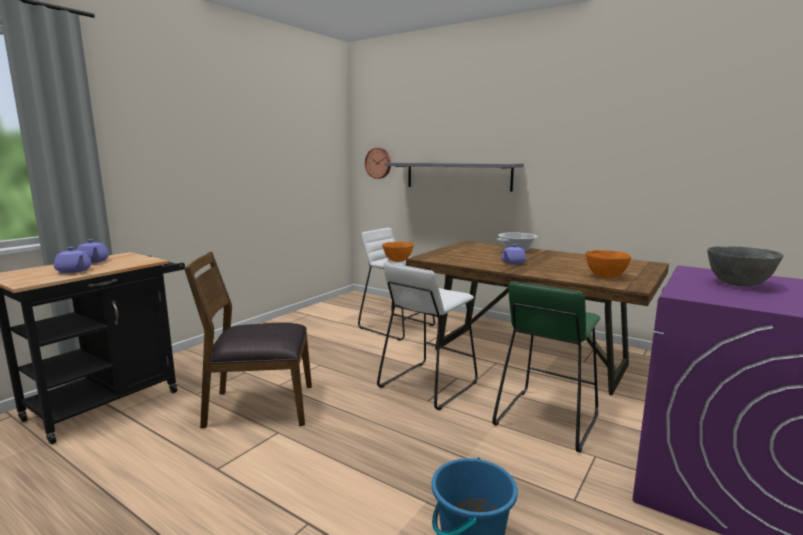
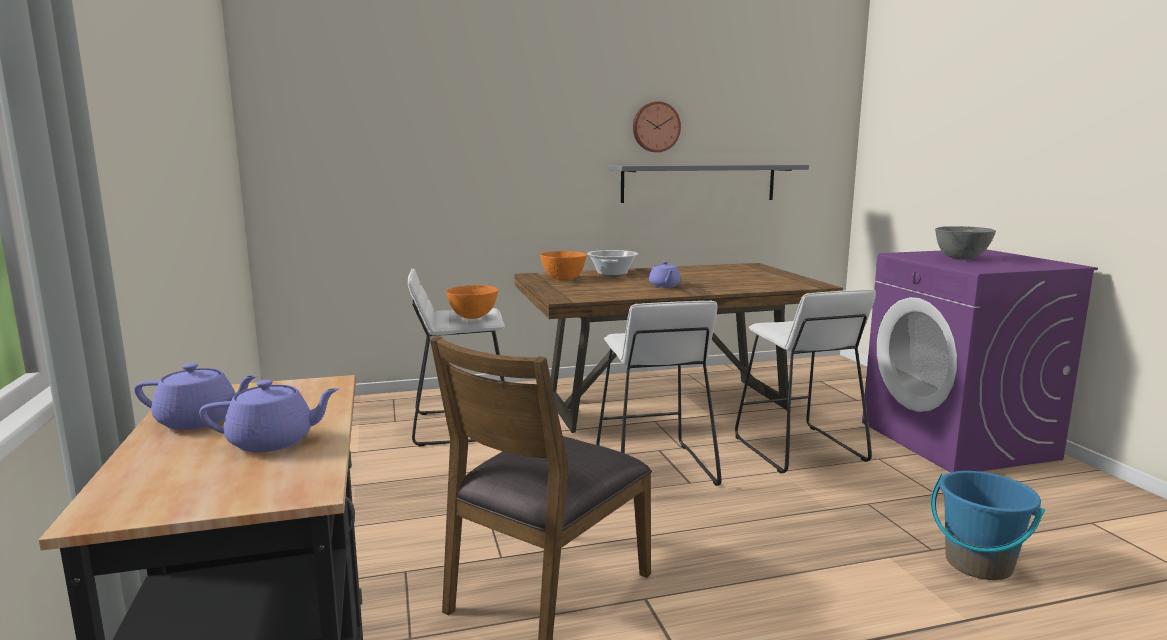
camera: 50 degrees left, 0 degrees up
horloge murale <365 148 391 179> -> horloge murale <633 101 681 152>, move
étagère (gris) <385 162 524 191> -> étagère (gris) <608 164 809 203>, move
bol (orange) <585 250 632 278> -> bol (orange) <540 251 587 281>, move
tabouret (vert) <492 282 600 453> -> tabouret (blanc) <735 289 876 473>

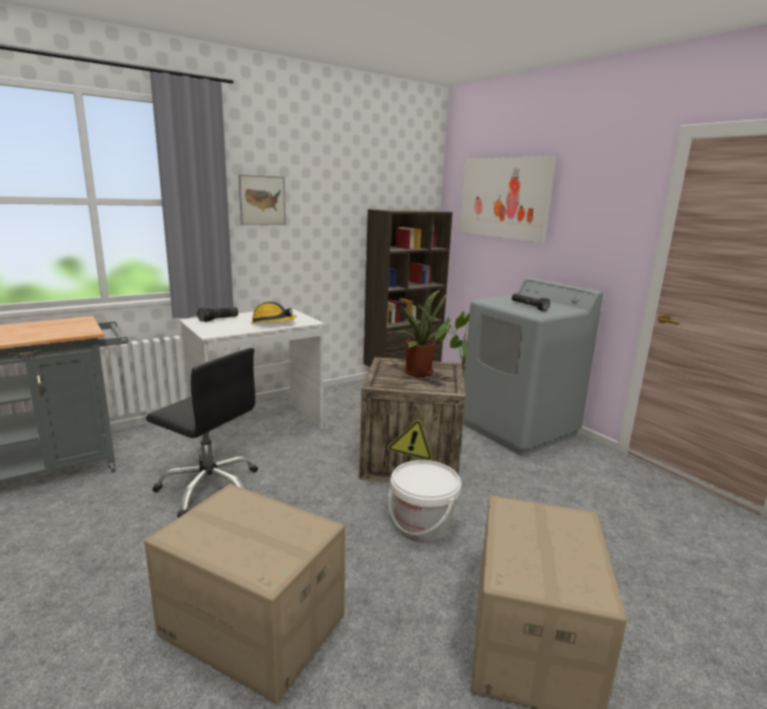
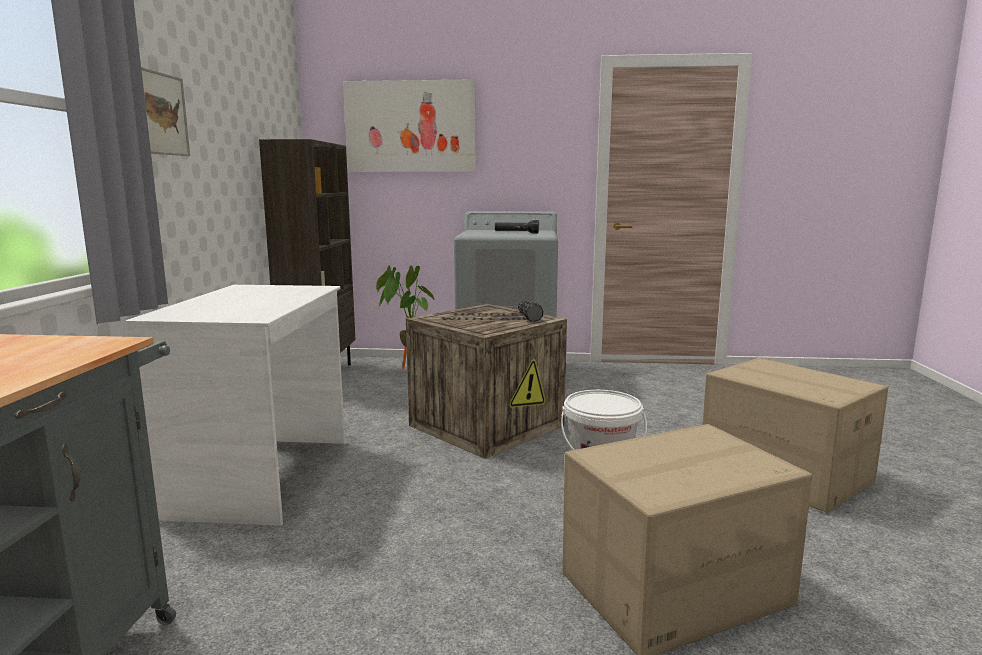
camera: 50 degrees left, 5 degrees down
plante en pot <396 290 449 377> -> none
casque de chantier <251 301 297 324> -> none
lampe de poche <197 307 238 322> -> lampe de poche <518 301 544 322>, move
chaise de bureau (noir) <146 348 258 518> -> none

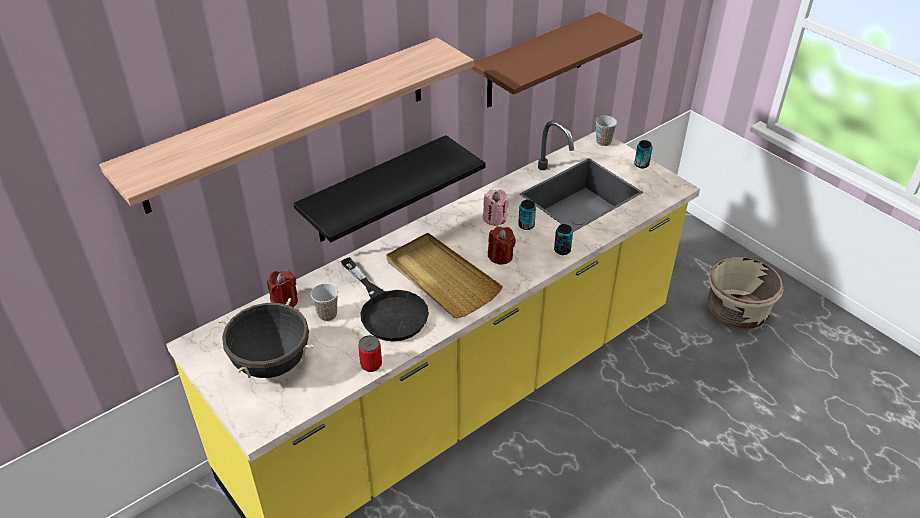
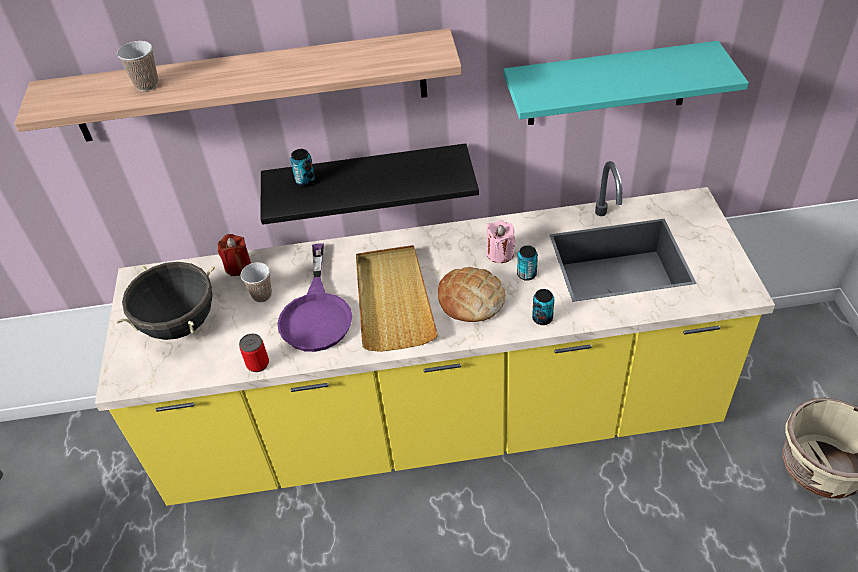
camera: 35 degrees right, 5 degrees up
étagère (marron) <471 12 643 107> -> étagère (turquoise) <504 41 749 125>
tasse <596 116 617 146> -> tasse <117 41 158 91>, move
boîte métallique <634 140 652 168> -> boîte métallique <290 149 315 187>, move
bougie (rouge) <488 226 516 264> -> pain <438 267 505 322>
poêle (noir) <341 257 429 341> -> poêle (violet) <277 243 352 352>

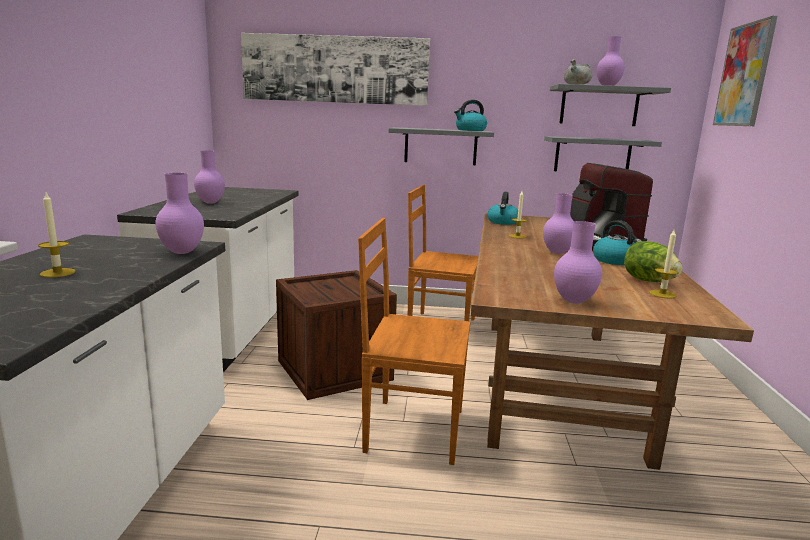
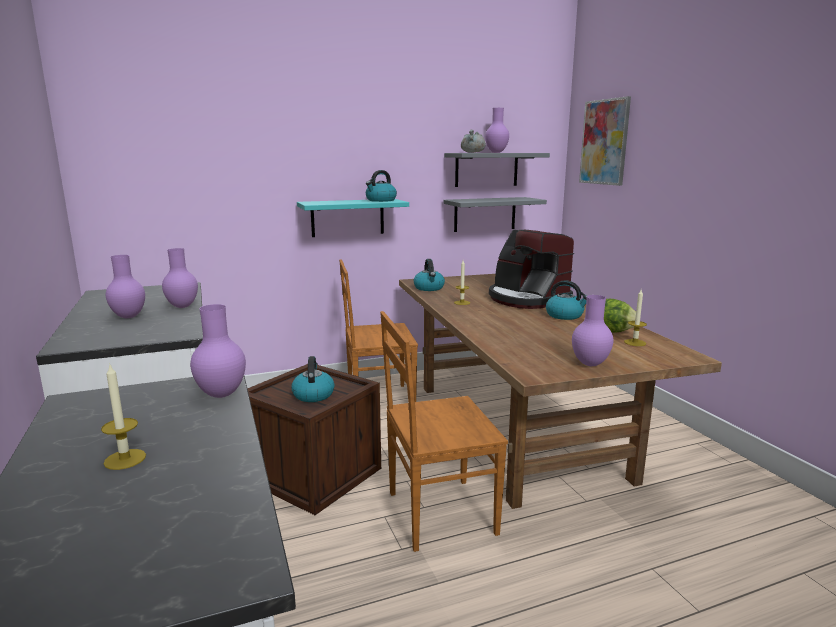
camera: 25 degrees left, 0 degrees up
tableau <241 33 430 106> -> none
étagère (gris) <389 127 494 165> -> étagère (turquoise) <297 199 409 237>
vase (violet) <543 193 574 254> -> vase (violet) <162 248 198 308>, move
none -> bouilloire <291 356 335 402>

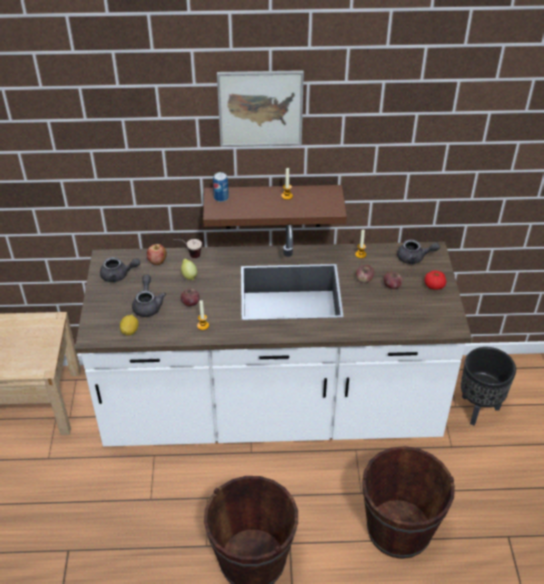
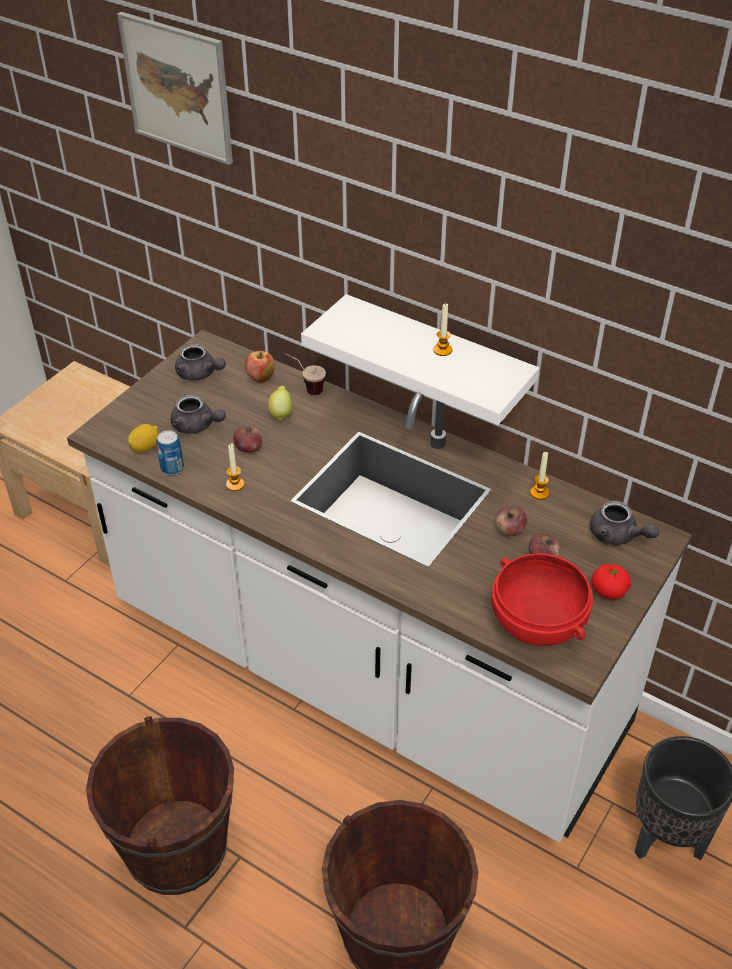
camera: 35 degrees right, 0 degrees up
tableau <217 70 304 147> -> tableau <117 12 233 165>, move
boîte métallique <213 172 229 202> -> boîte métallique <156 430 184 475>, move
étagère (marron) <203 185 347 229> -> étagère (blanc) <301 294 539 425>
théière (gris) <132 275 166 317> -> théière (gris) <171 394 226 433>, 90 degrees clockwise
none -> bol (rouge) <492 553 593 646>

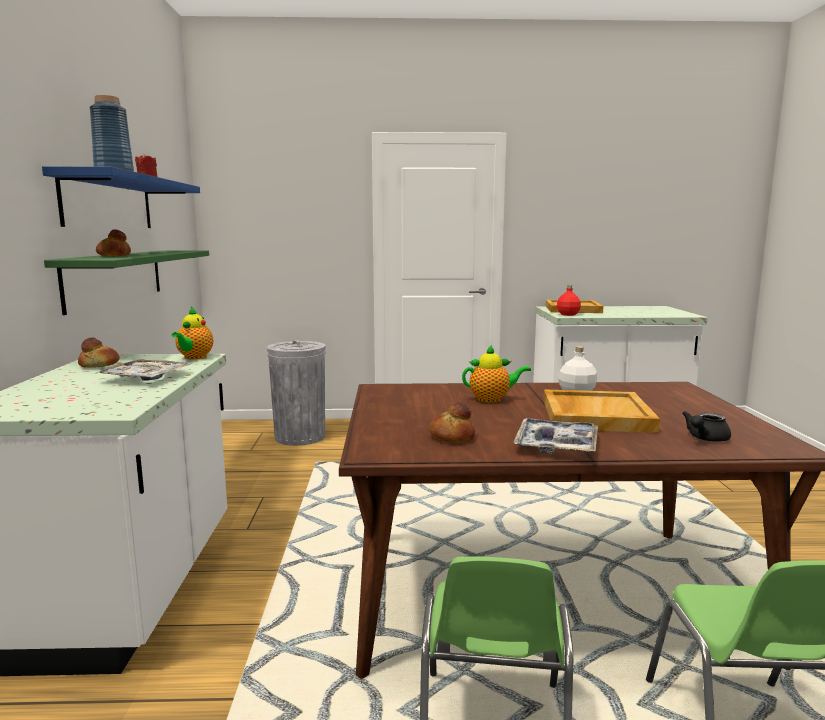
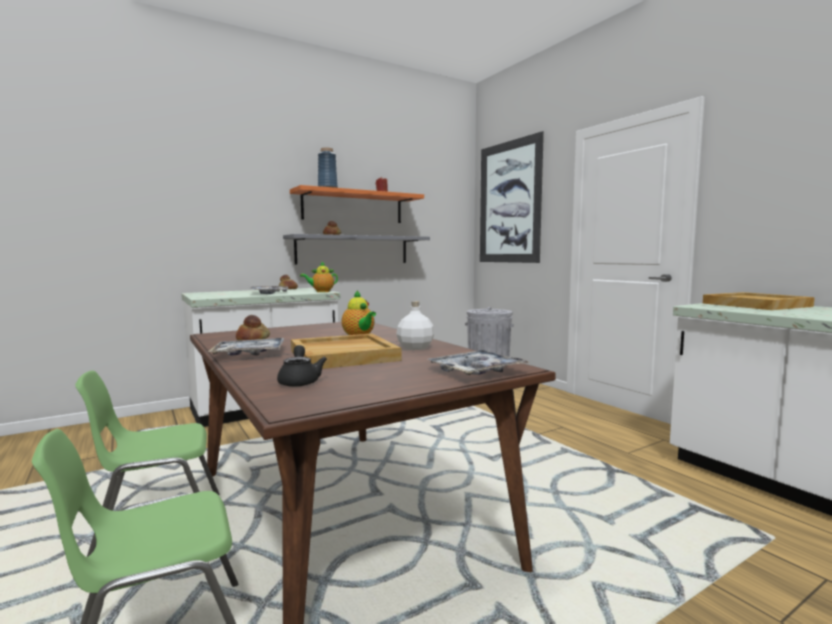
camera: 60 degrees right, 5 degrees down
étagère (bleu) <42 166 200 228> -> étagère (orange) <290 185 424 223>
étagère (vert) <44 251 209 315> -> étagère (gris) <283 234 430 264>
bouteille (rouge) <557 285 581 316> -> none
théière (noir) <682 411 731 442> -> théière (noir) <277 345 327 387>, 60 degrees clockwise
none -> tableau <480 131 544 263>
none -> plateau <428 350 529 375>

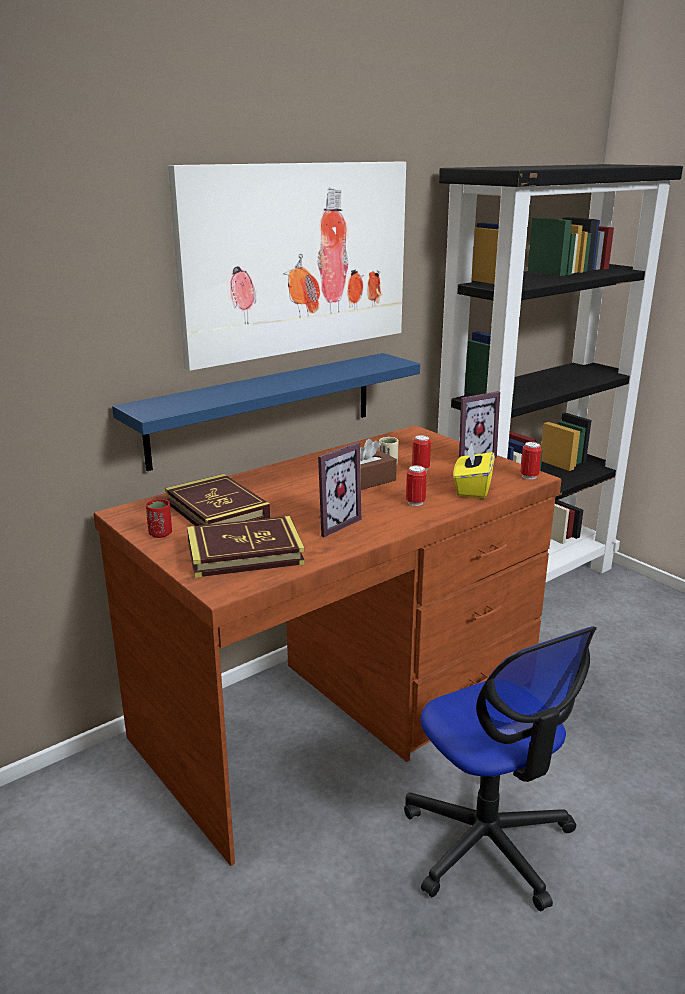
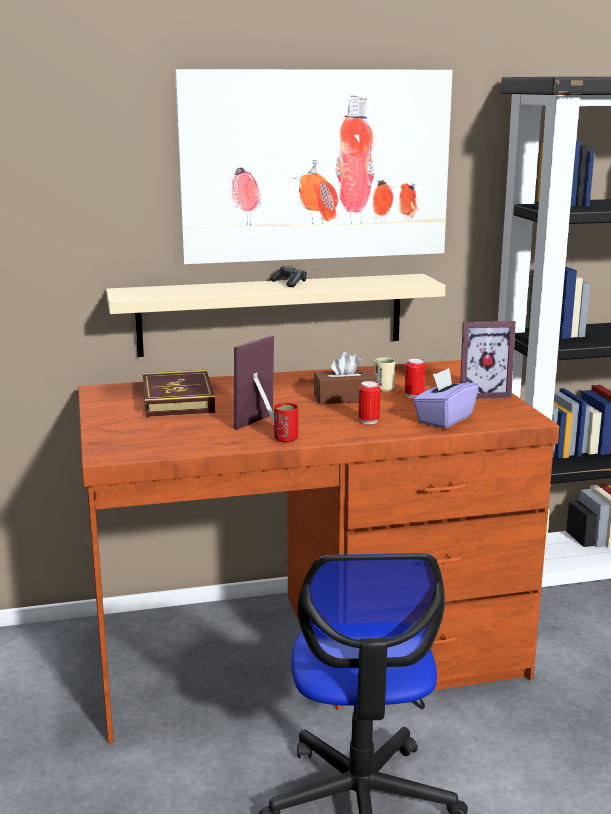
camera: 25 degrees right, 5 degrees down
étagère (bleu) <112 353 420 471> -> étagère (beige) <106 274 446 357>
cadre photo <318 442 361 537> -> cadre photo <234 336 274 430>, 150 degrees clockwise
boîte métallique <520 442 542 479> -> none
boîte à mouchoirs (jaune) <453 443 495 498> -> boîte à mouchoirs (violet) <413 368 479 429>
tasse (rouge) <146 499 172 538> -> tasse (rouge) <274 403 298 443>, move
livre <187 516 305 578> -> none
none -> manette <270 266 307 287>

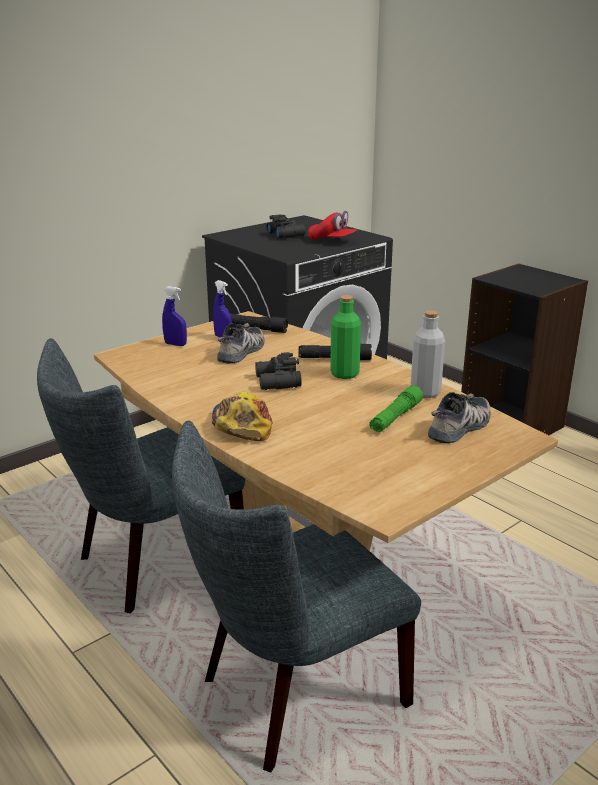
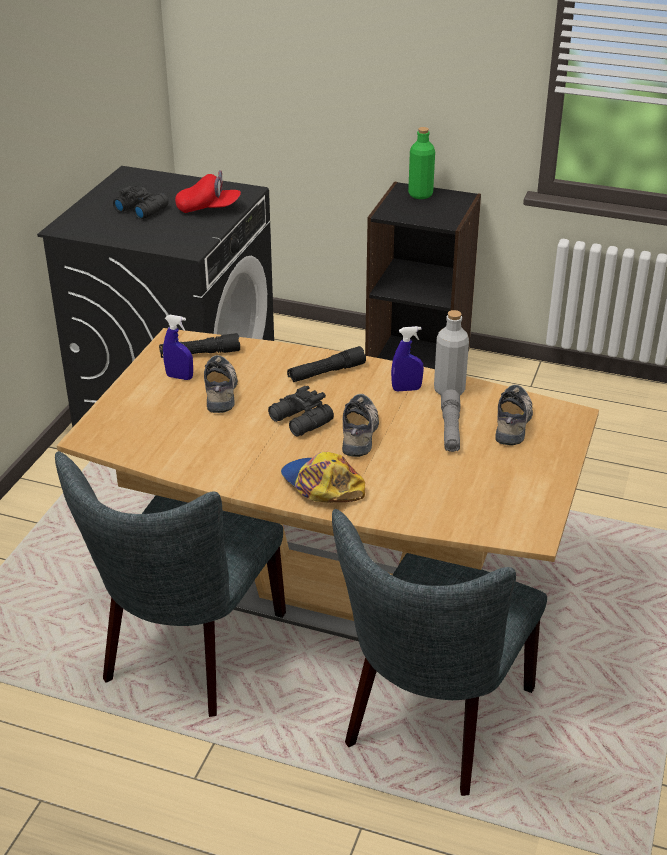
camera: 30 degrees left, 10 degrees up
vaporisateur (bleu) <162 286 187 346> -> vaporisateur (bleu) <391 326 424 391>, move
bouteille (vert) <330 295 361 379> -> bouteille (vert) <408 127 435 199>, move
lampe de poche (vert) <369 385 423 432> -> lampe de poche (gris) <441 389 461 452>
none -> chaussure <342 394 379 457>

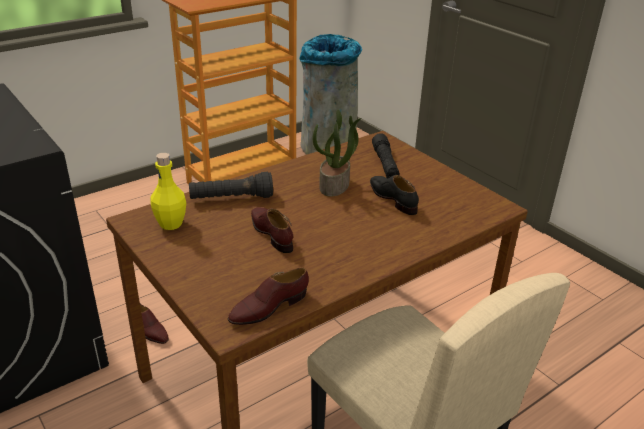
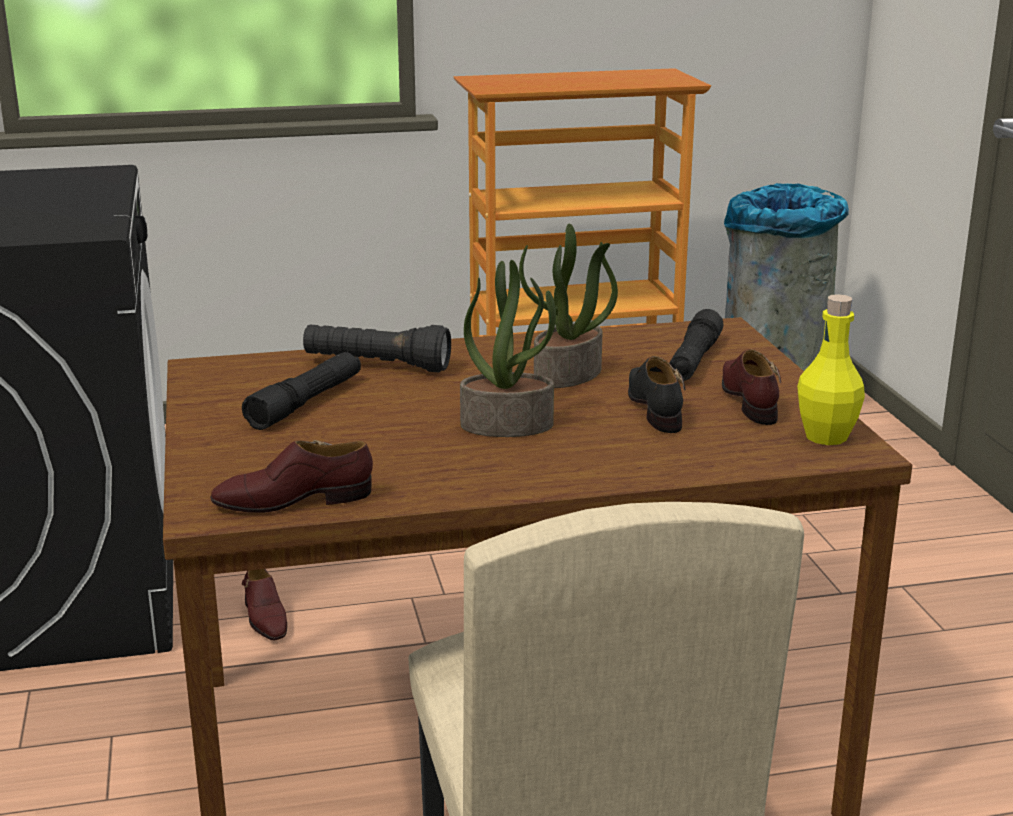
camera: 25 degrees right, 10 degrees down
bouteille (jaune) <150 153 186 230> -> bouteille (jaune) <797 294 865 445>, move
chaussure (marron) <251 207 293 253> -> chaussure (marron) <722 349 781 425>, move
none -> plante en pot <460 260 556 437>
none -> lampe de poche (noir) <242 352 361 430>

